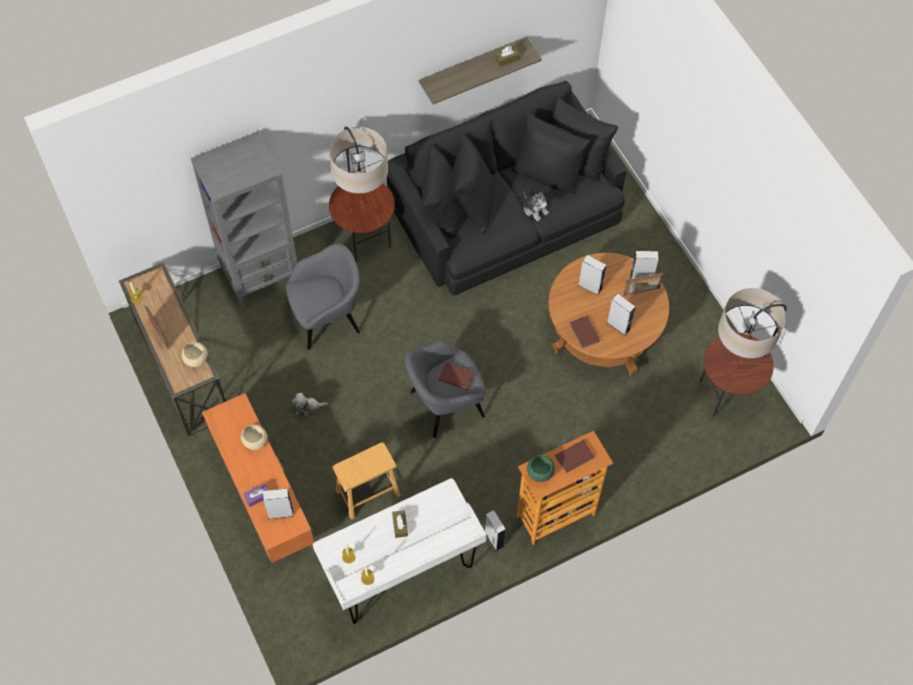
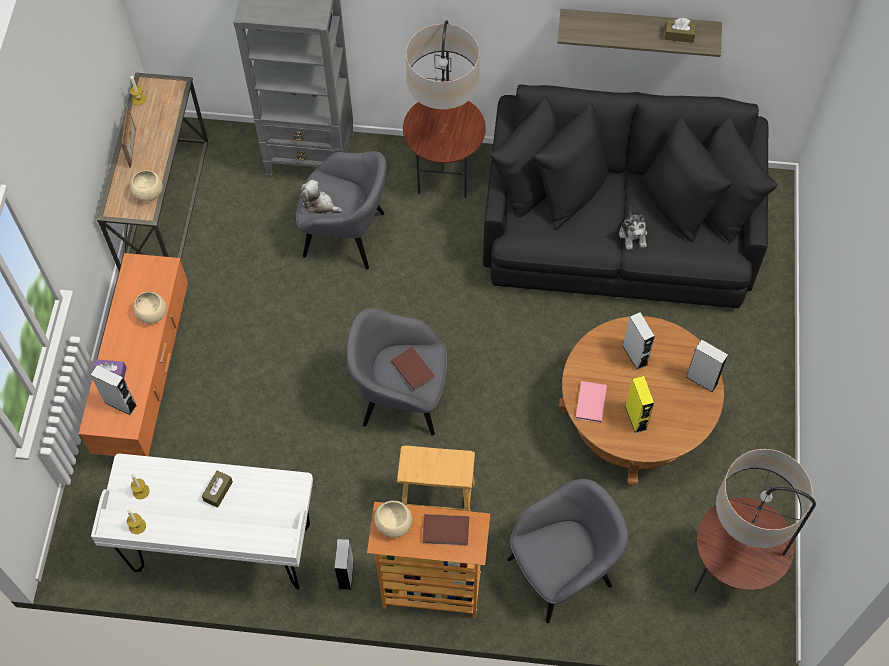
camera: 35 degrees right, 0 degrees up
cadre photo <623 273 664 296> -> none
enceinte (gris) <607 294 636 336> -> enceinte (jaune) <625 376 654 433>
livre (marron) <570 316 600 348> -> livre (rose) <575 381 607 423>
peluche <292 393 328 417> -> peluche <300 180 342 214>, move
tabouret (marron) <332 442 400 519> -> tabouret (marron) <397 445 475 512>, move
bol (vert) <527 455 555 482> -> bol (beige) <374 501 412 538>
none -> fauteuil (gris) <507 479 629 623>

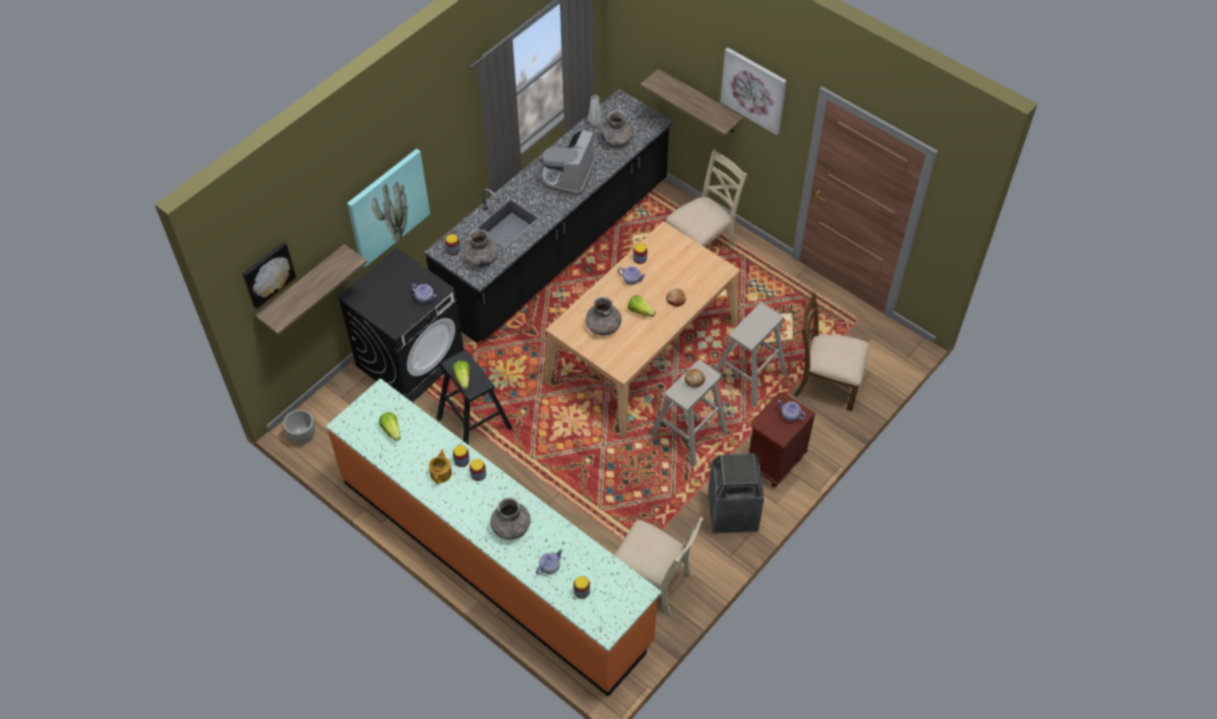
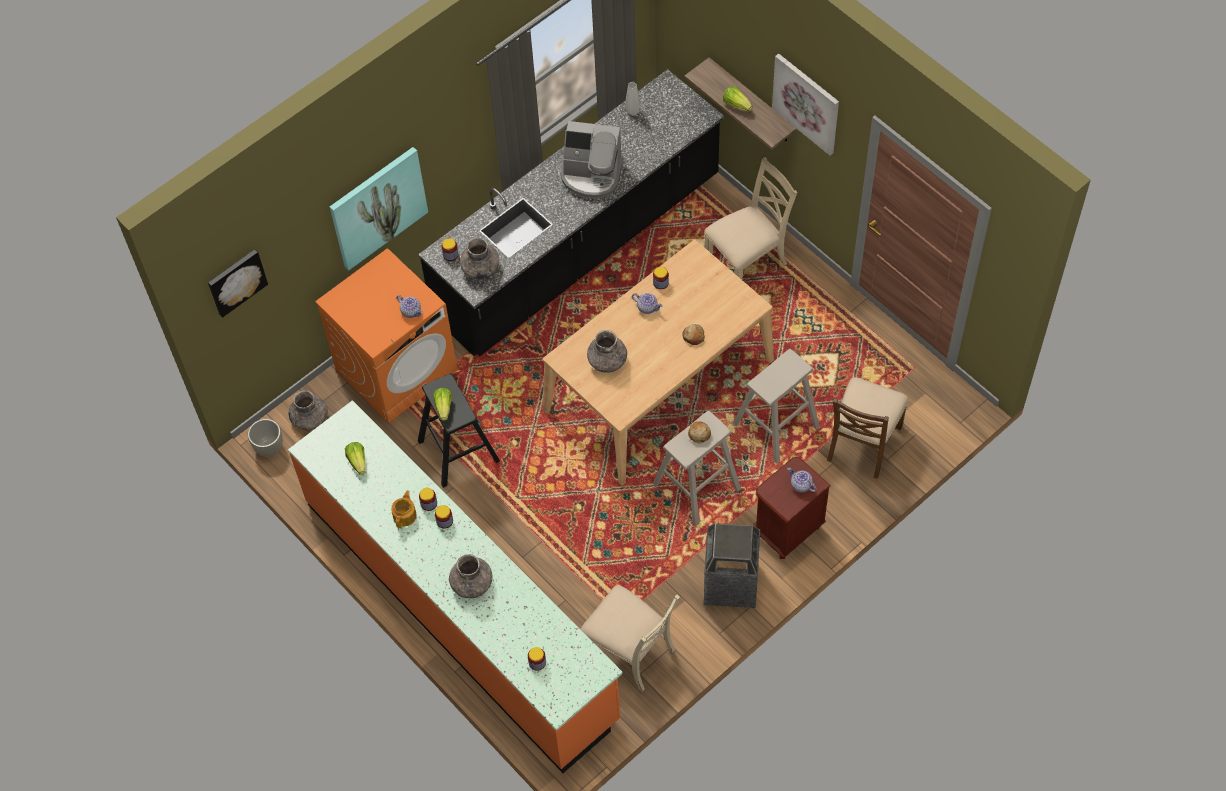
camera: 10 degrees right, 5 degrees up
vase (gris) <600 110 634 147> -> vase (gris) <288 390 328 430>, move
machine à café <540 129 596 196> -> machine à café <560 121 623 198>, 105 degrees counterclockwise
étagère <255 244 367 335> -> none
lave-linge (noir) <337 248 464 403> -> lave-linge (orange) <315 248 458 423>
chaise (marron) <794 292 870 411> -> chaise (marron) <827 377 908 479>, 90 degrees counterclockwise
laitue <628 295 656 317> -> laitue <723 86 753 112>, move
théière <536 549 563 575> -> none

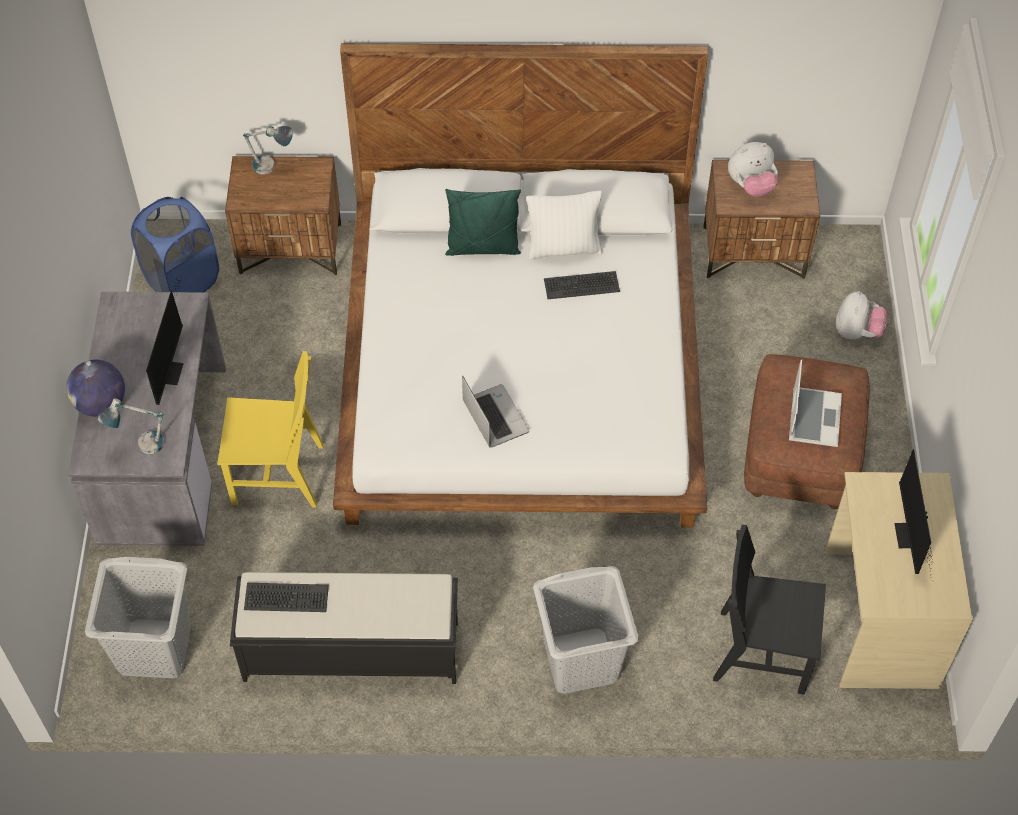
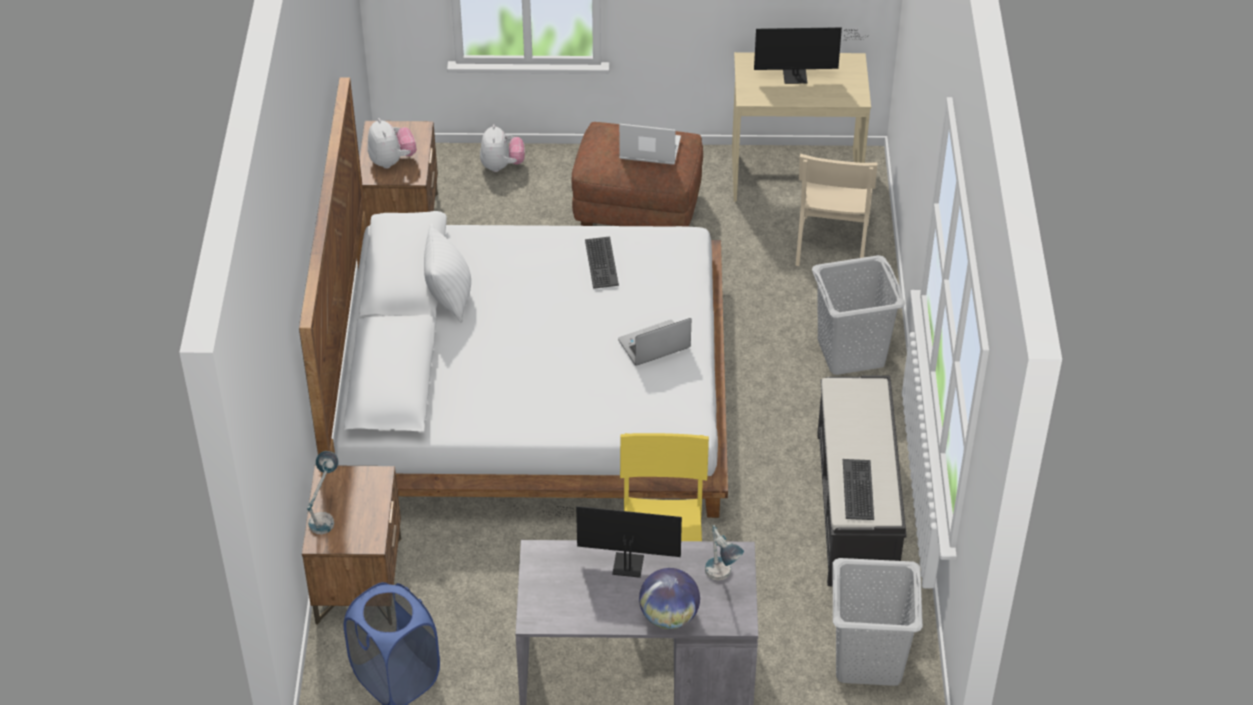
camera: 90 degrees left, 10 degrees down
coussin (vert) <445 189 521 256> -> none
clavier <544 271 620 299> -> clavier <585 237 619 289>, move
peluche <836 291 887 340> -> peluche <480 124 525 172>, 75 degrees clockwise
chaise (noir) <713 525 826 695> -> chaise (beige) <795 154 877 266>

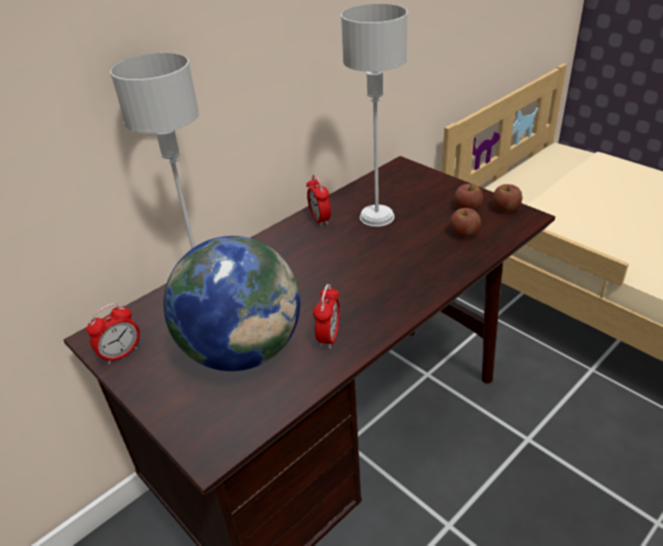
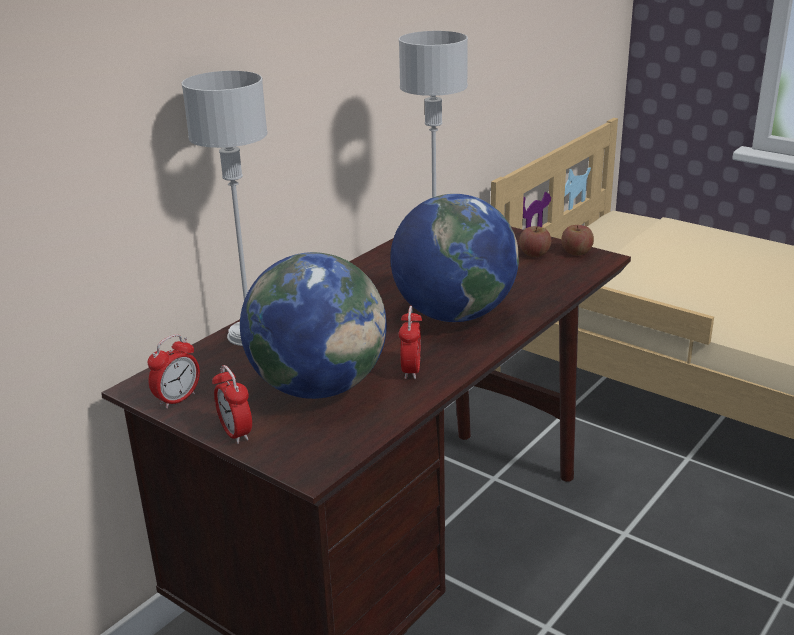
camera: 10 degrees left, 10 degrees down
réveil <306 175 331 226> -> réveil <212 365 252 444>, move
pomme <450 208 481 238> -> none
none -> globe <390 194 519 322>

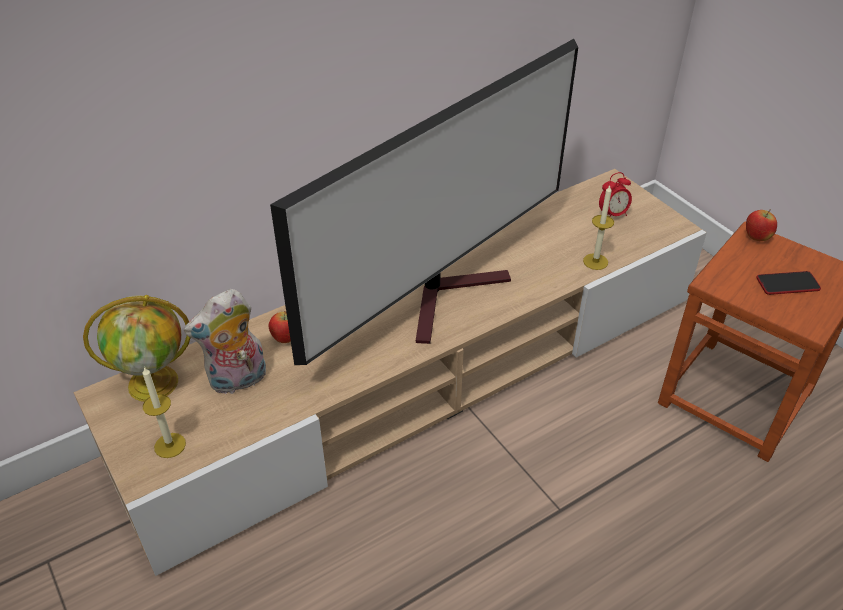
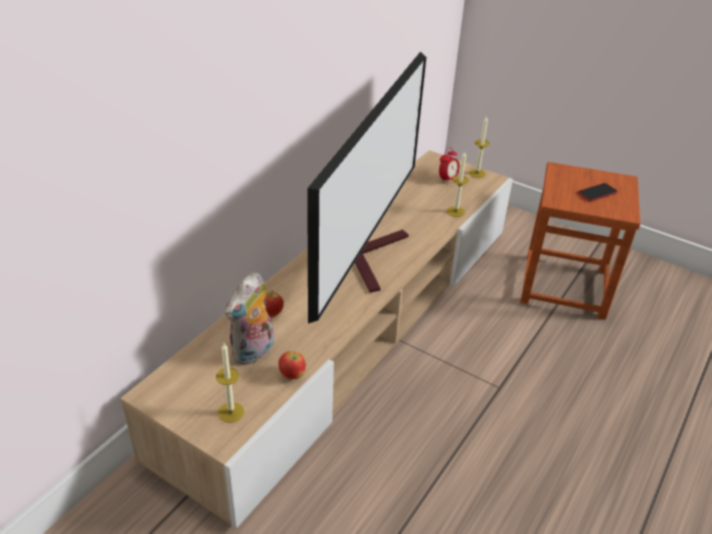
camera: 25 degrees left, 5 degrees down
pomme <746 209 777 241> -> pomme <278 351 306 380>, move
globe <83 295 190 402> -> none
none -> bougie <469 116 490 178>

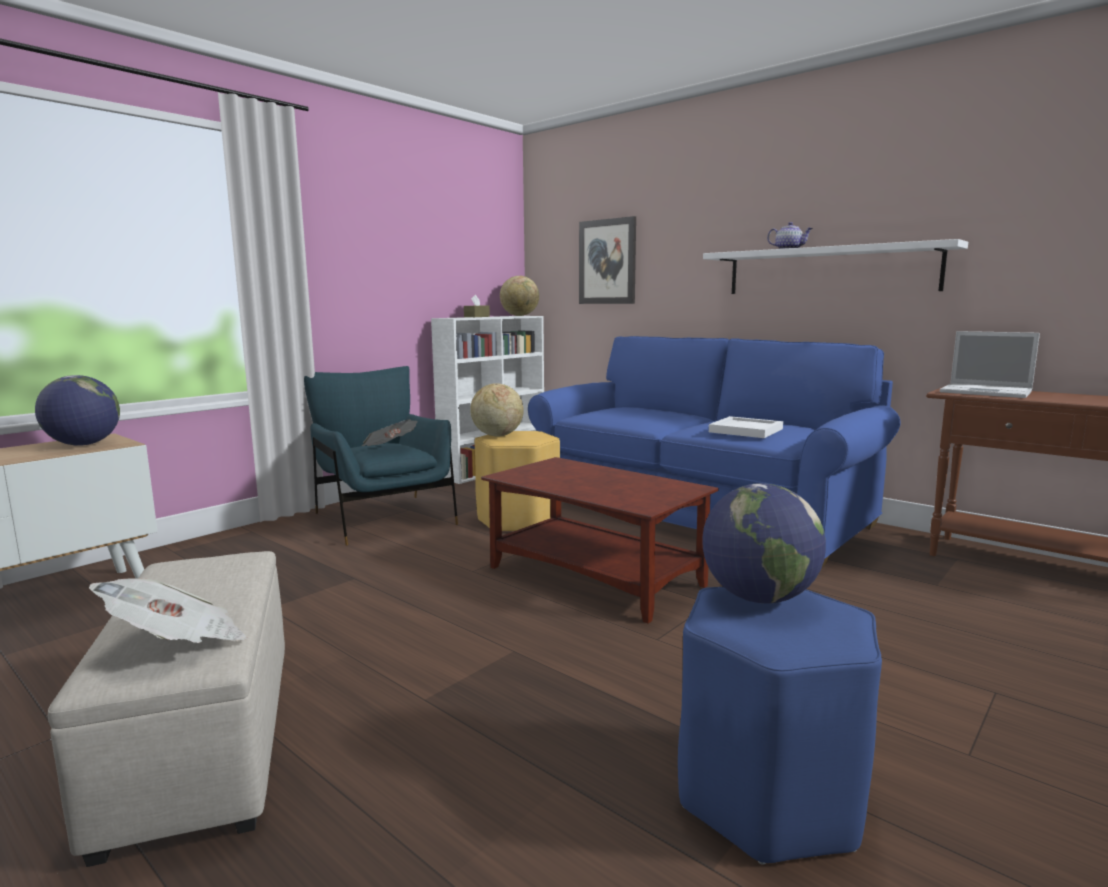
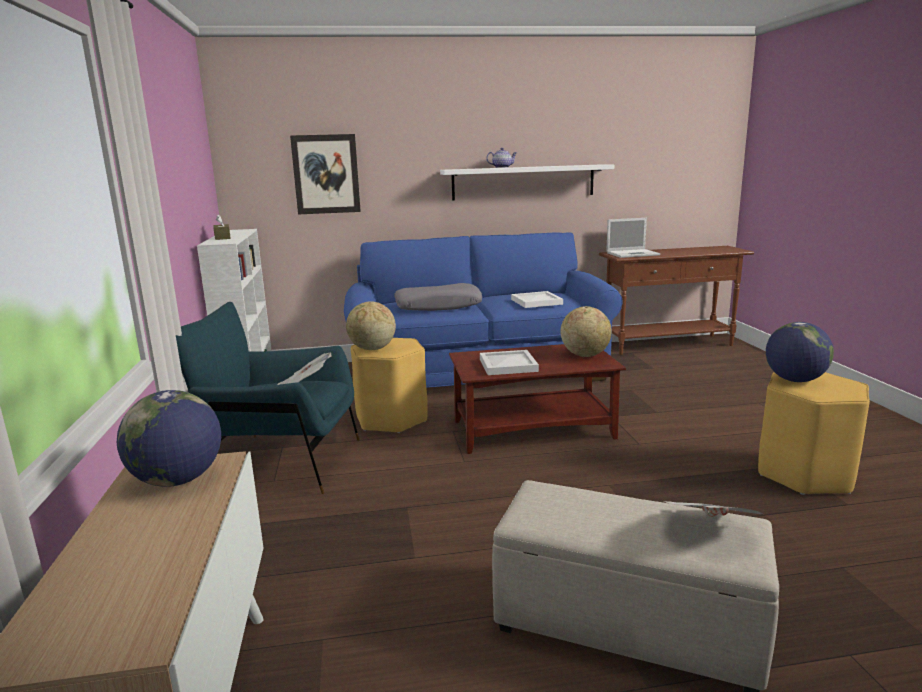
camera: 50 degrees left, 5 degrees up
globe <500 276 539 316> -> globe <560 306 612 357>, move
tabouret (bleu) <678 587 882 865> -> tabouret (jaune) <758 372 870 495>
none -> coussin (gris) <394 283 482 311>
none -> plateau (blanc) <480 350 539 375>

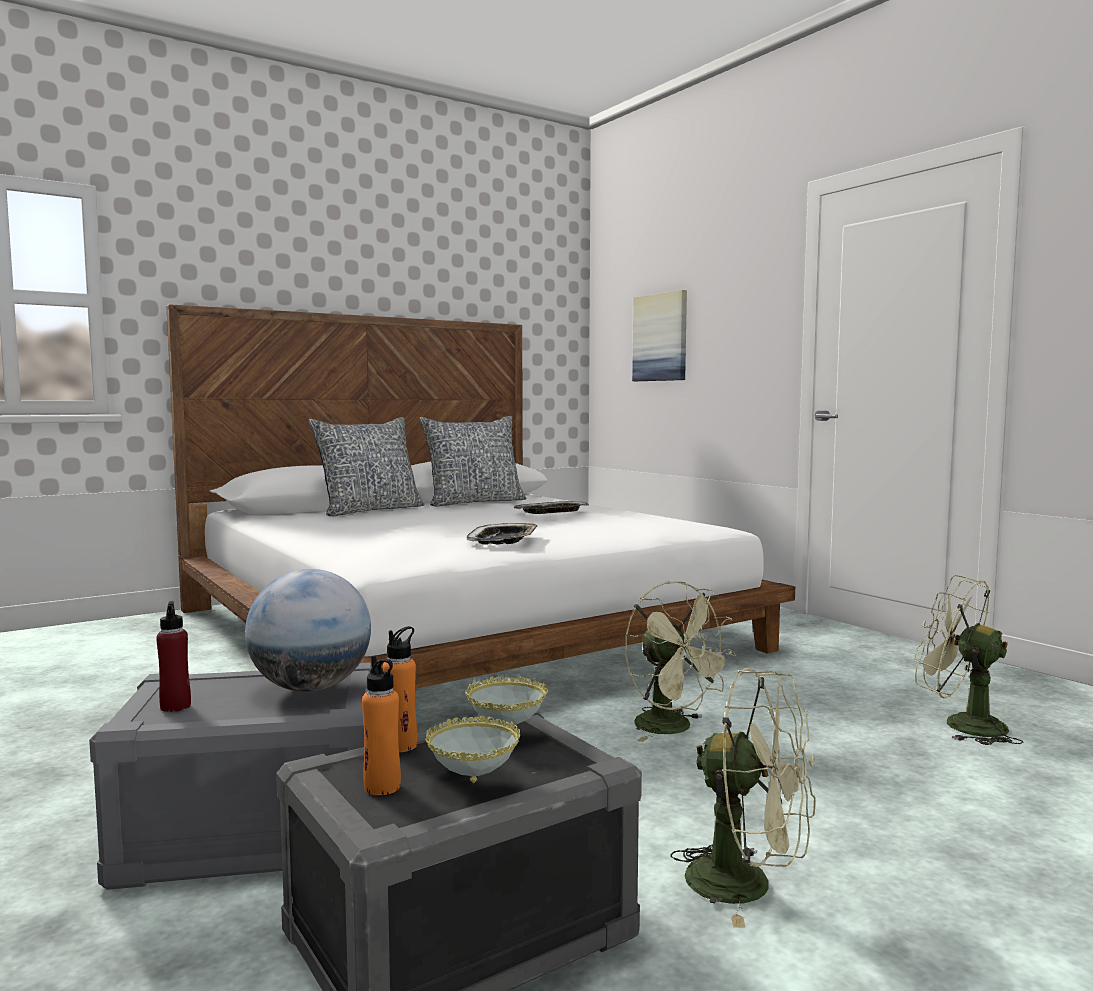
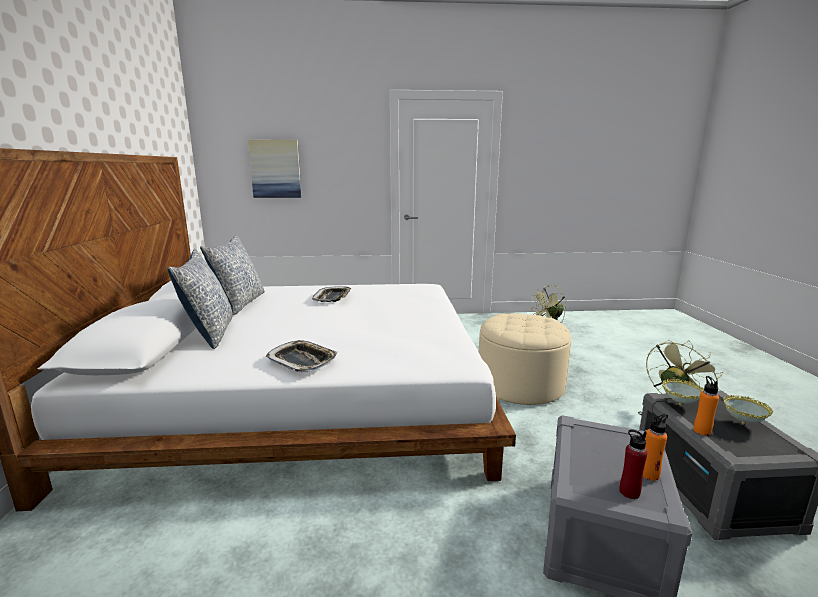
camera: 60 degrees left, 10 degrees up
plateau <467 523 537 545> -> plateau <265 340 337 372>, move
globe <245 569 371 692> -> none
ventilateur (vert) <625 581 736 742> -> pouf (beige) <479 313 571 405>
bouteille (orange) <362 656 401 795> -> bouteille (orange) <643 414 668 481>, move

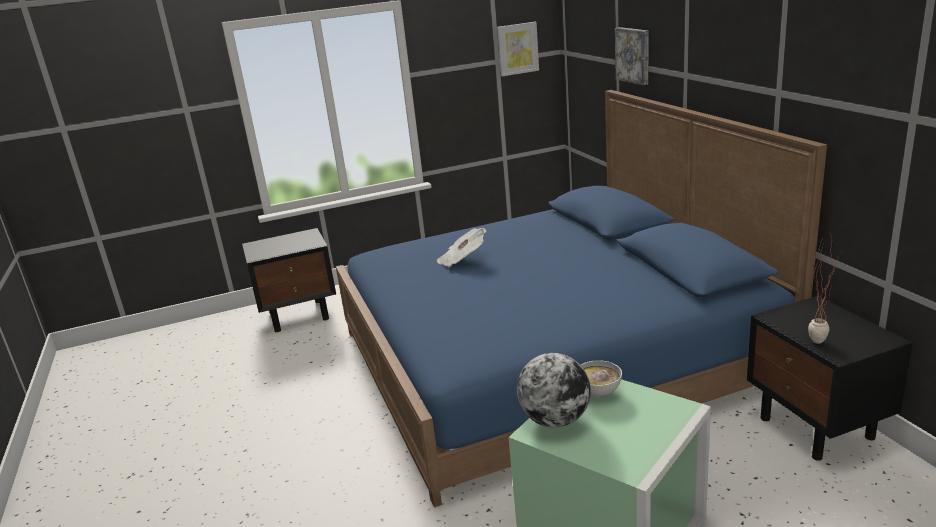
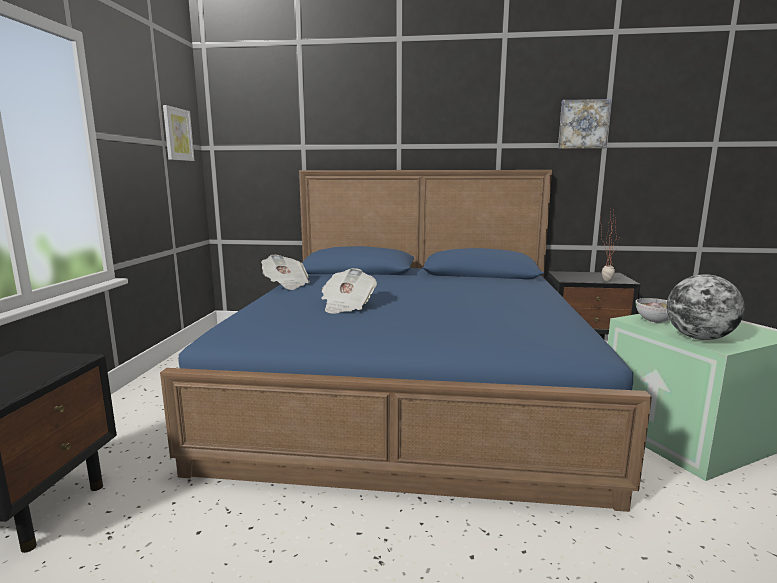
camera: 65 degrees left, 10 degrees down
tableau <615 27 648 85> -> tableau <558 99 611 149>, move
none -> journal <261 255 310 290>

